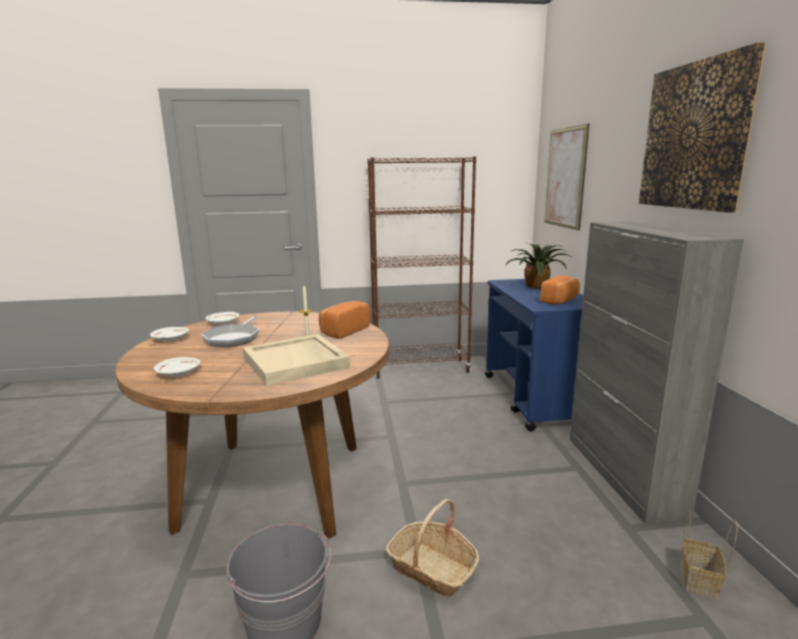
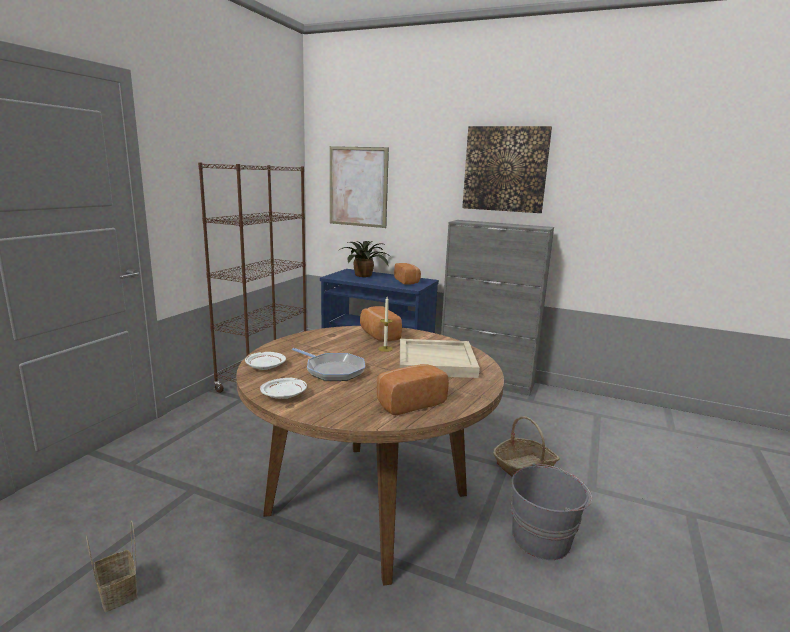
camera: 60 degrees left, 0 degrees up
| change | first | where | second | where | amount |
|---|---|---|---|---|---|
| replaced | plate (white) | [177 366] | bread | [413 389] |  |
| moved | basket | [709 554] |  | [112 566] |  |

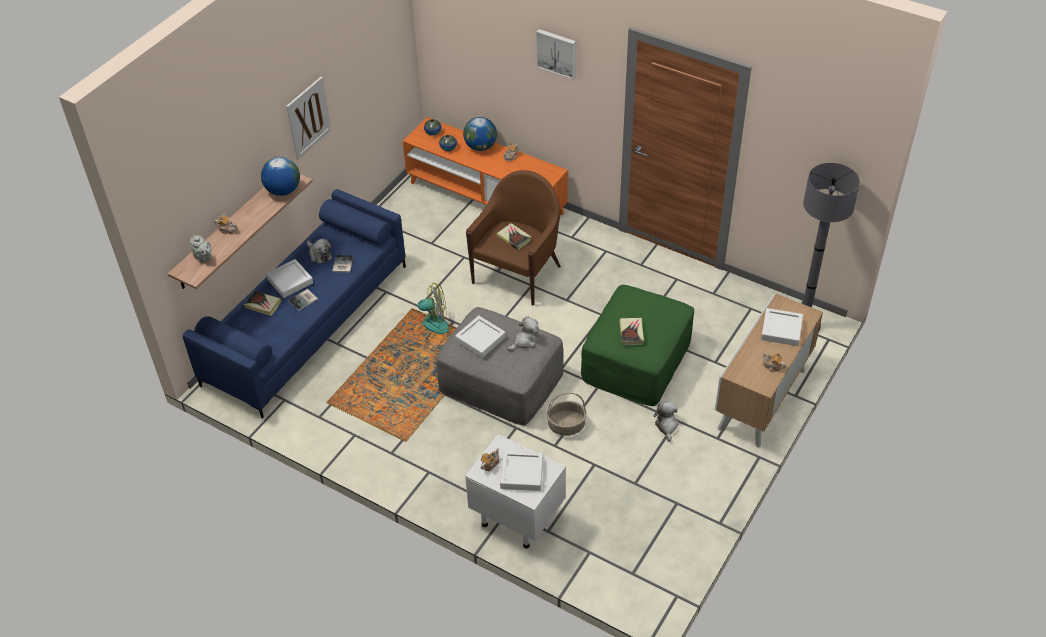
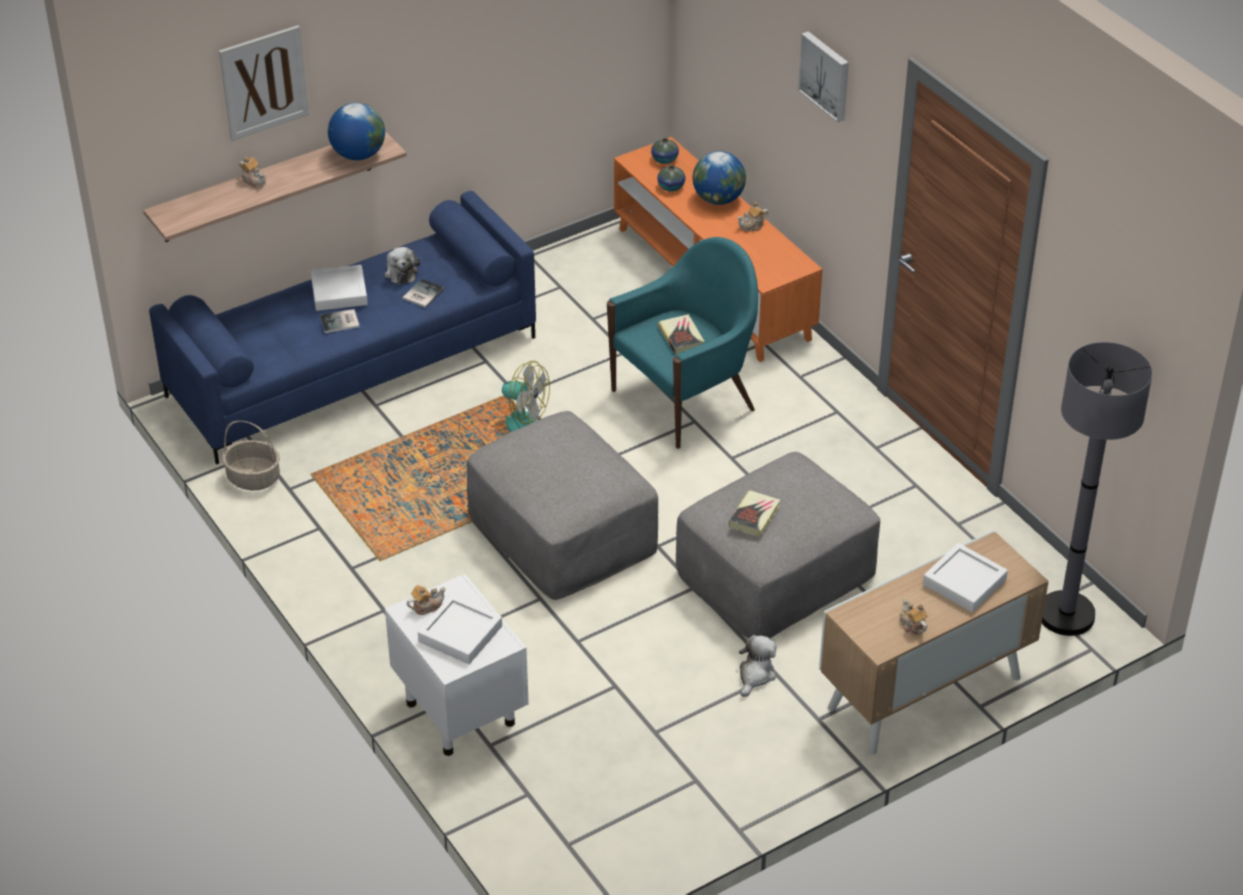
camera: 25 degrees right, 5 degrees down
| change | first | where | second | where | amount |
|---|---|---|---|---|---|
| moved | picture | [308 118] |  | [264 83] |  |
| recoloured | armchair (brown) | [513 237] | armchair (turquoise) | [682 343] |  |
| removed | teapot (grey) | [200 249] |  |  |  |
| recoloured | ottoman (green) | [637 345] | ottoman (grey) | [778 545] |  |
| removed | book | [263 303] |  |  |  |
| removed | tray (white) | [480 337] |  |  |  |
| removed | plush toy | [523 334] |  |  |  |
| moved | basket | [567 414] |  | [251 456] |  |

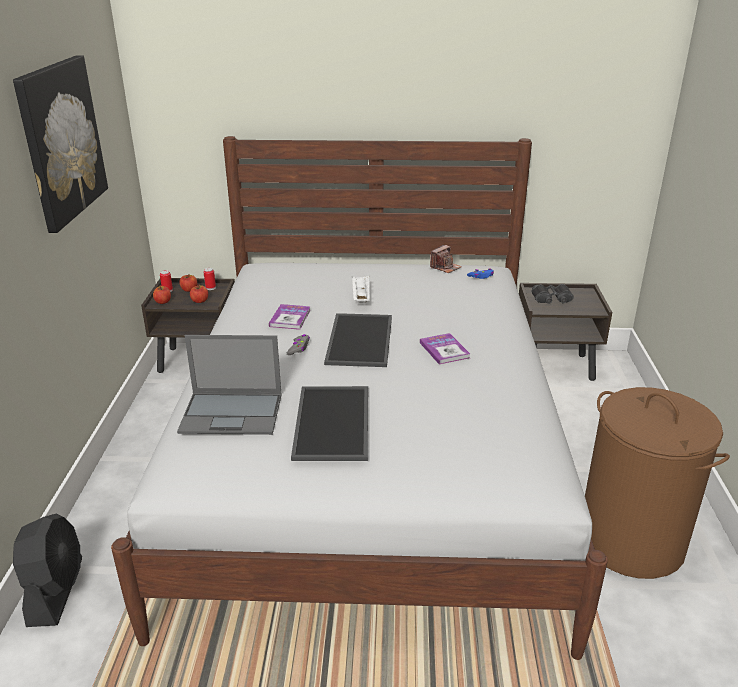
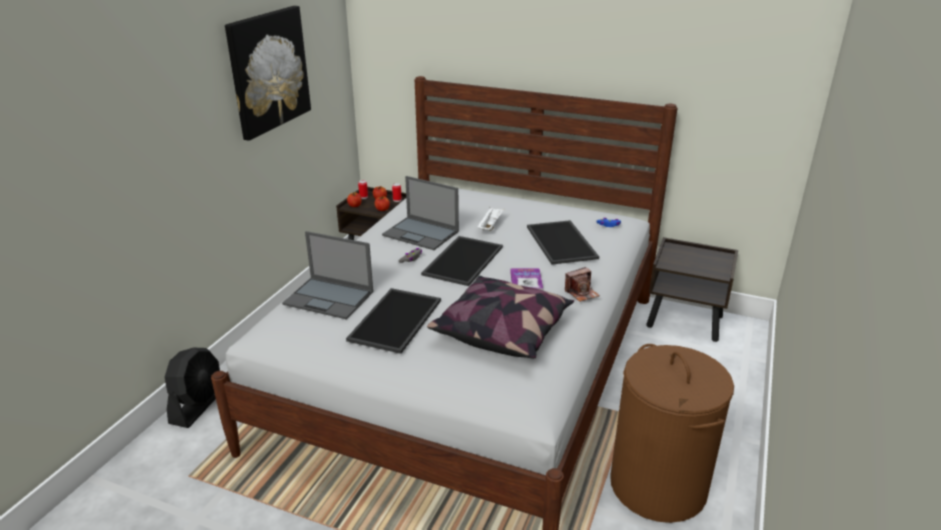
camera: 20 degrees right, 0 degrees up
| change | first | where | second | where | amount |
|---|---|---|---|---|---|
| moved | photo camera | [446 259] |  | [582 284] |  |
| removed | binoculars (black) | [552 294] |  |  |  |
| replaced | book | [290 317] | laptop | [420 213] |  |
| added |  |  | tray | [563 242] |  |
| added |  |  | pillow | [500 317] |  |

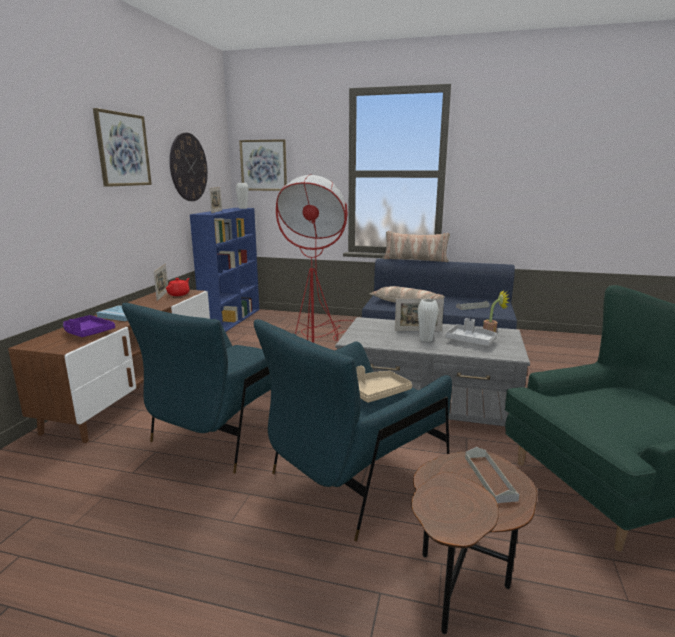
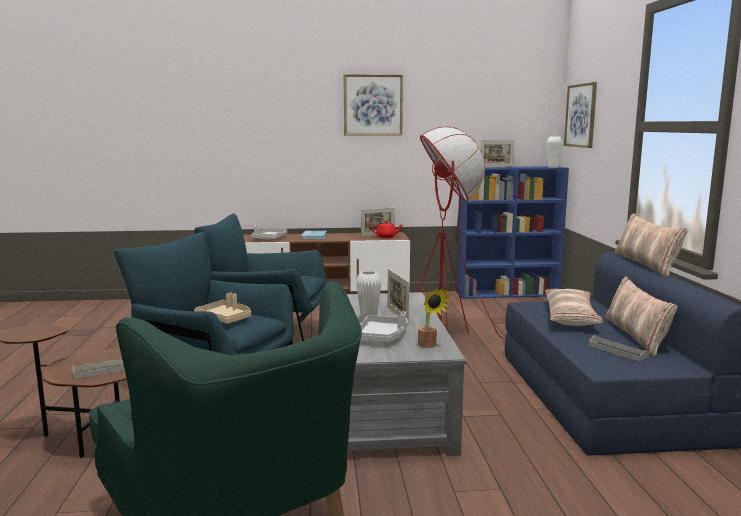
camera: 70 degrees right, 5 degrees down
| change | first | where | second | where | amount |
|---|---|---|---|---|---|
| removed | wall clock | [189 167] |  |  |  |
| recoloured | tray (purple) | [89 326] | tray (grey) | [269 232] |  |
| added |  |  | pillow | [641 316] |  |

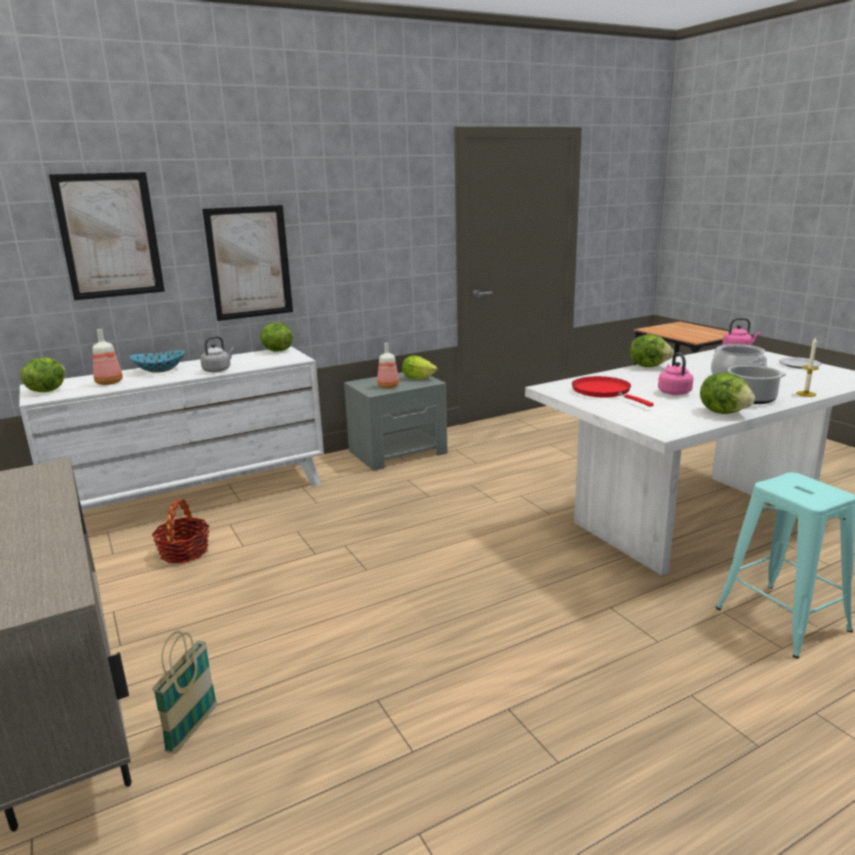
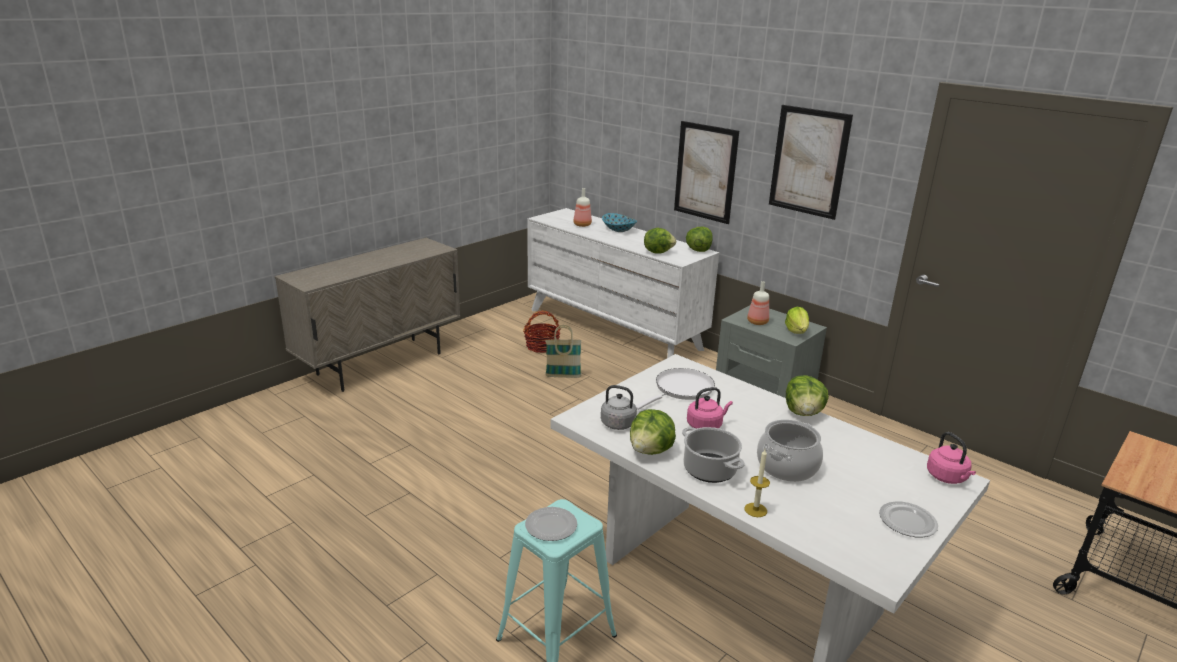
camera: 70 degrees right, 5 degrees up
| change | first | where | second | where | amount |
|---|---|---|---|---|---|
| moved | picture | [107 236] |  | [811 162] |  |
| moved | kettle (grey) | [217 354] |  | [623 407] |  |
| moved | lettuce | [43 375] |  | [660 241] |  |
| recoloured | frying pan (red) | [613 391] | frying pan (white) | [675 389] |  |
| moved | basket | [184 692] |  | [563 351] |  |
| added |  |  | plate | [551 524] |  |

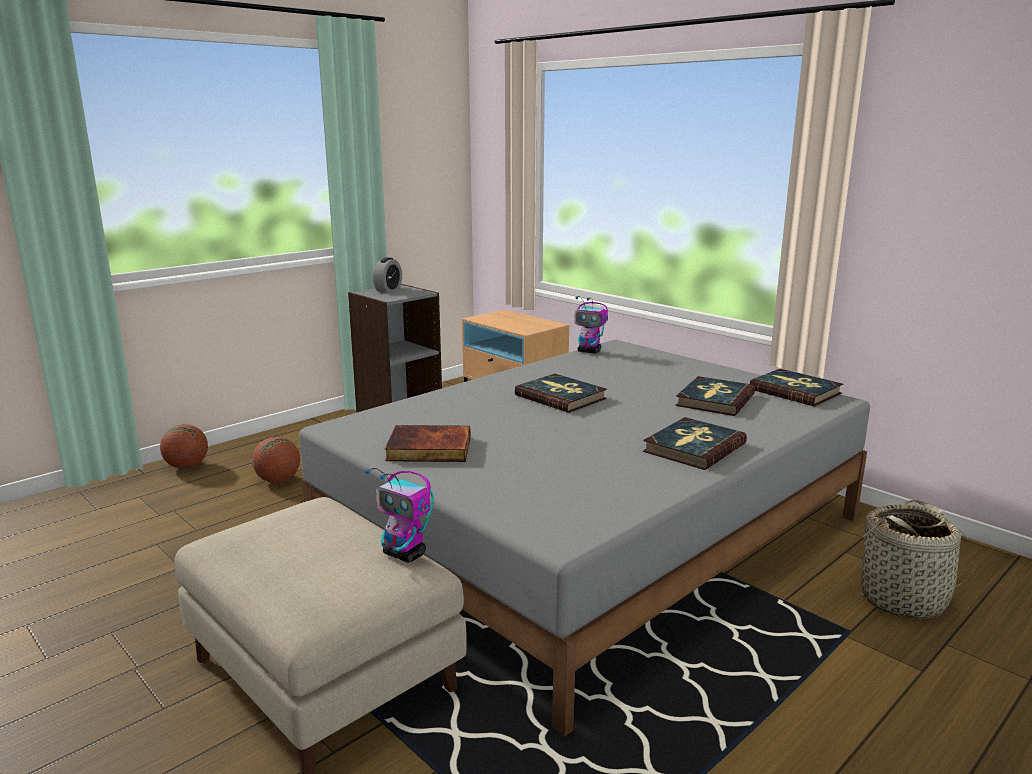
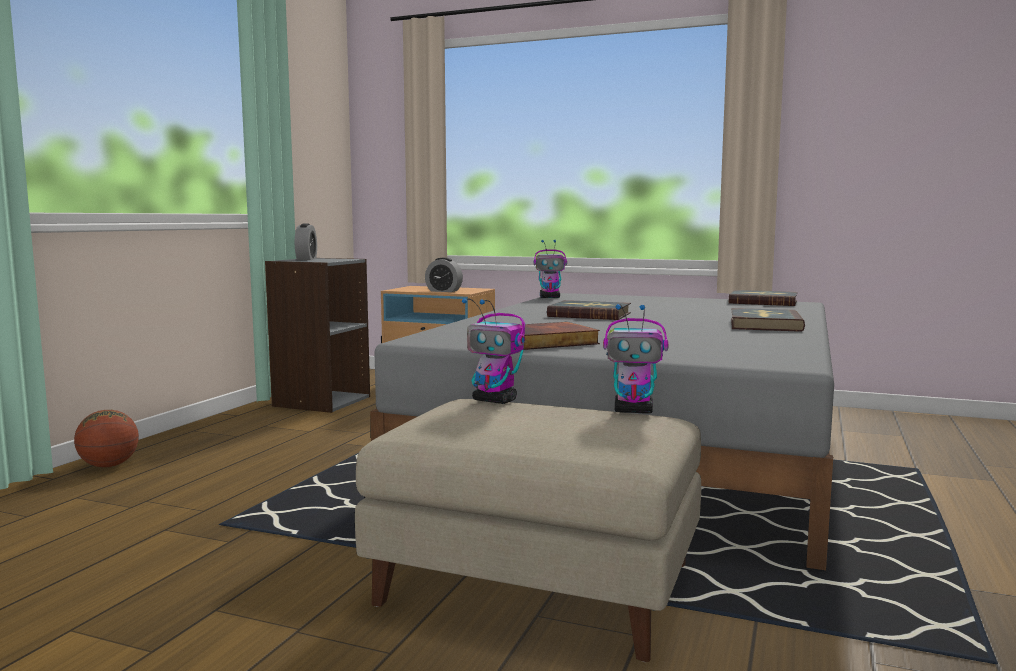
camera: 25 degrees left, 10 degrees down
| change | first | where | second | where | amount |
|---|---|---|---|---|---|
| removed | book | [715 396] |  |  |  |
| removed | basketball | [276 460] |  |  |  |
| removed | basket | [913 559] |  |  |  |
| added |  |  | alarm clock | [444 274] |  |
| added |  |  | toy robot | [493 351] |  |

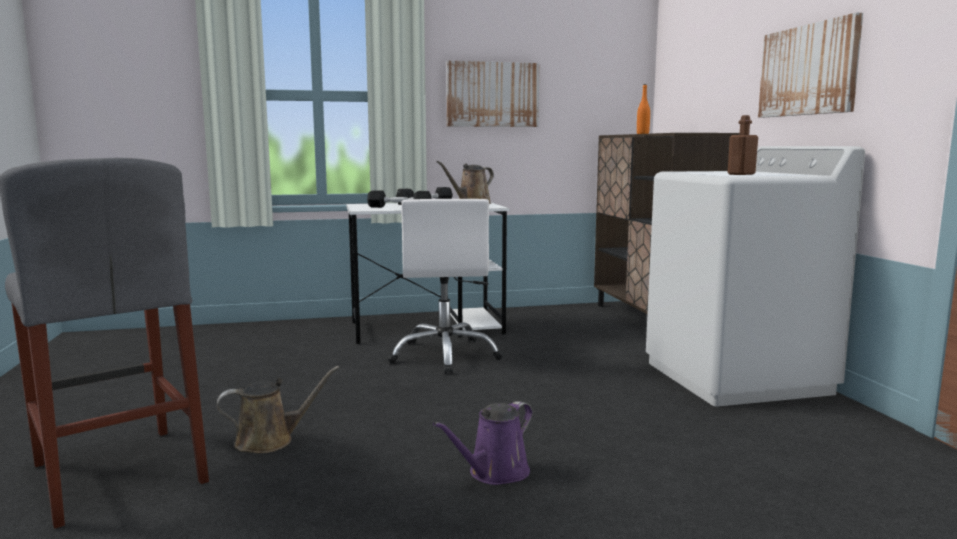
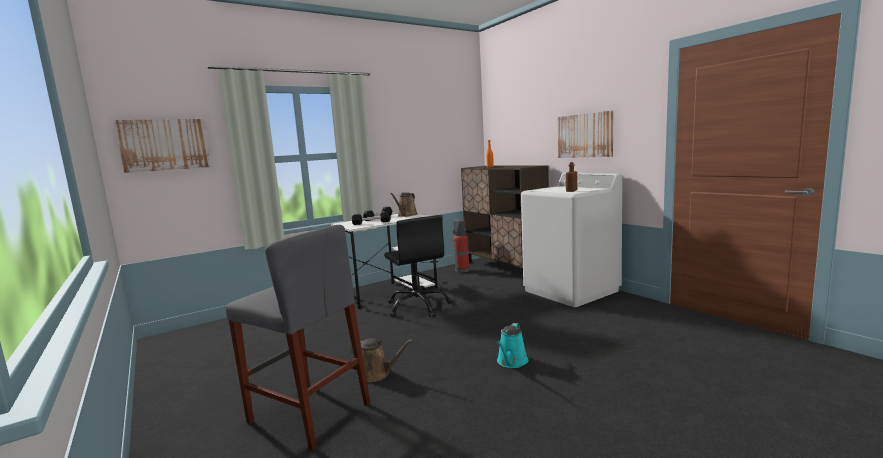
camera: 20 degrees left, 0 degrees up
| change | first | where | second | where | amount |
|---|---|---|---|---|---|
| moved | picture | [492 94] |  | [162 146] |  |
| recoloured | office chair (white) | [445 286] | office chair (black) | [418 266] |  |
| turned | watering can (brown) | [278 409] |  | [381 360] | 60 degrees clockwise |
| recoloured | watering can (purple) | [483 443] | watering can (turquoise) | [513 345] |  |
| added |  |  | fire extinguisher | [461 246] |  |

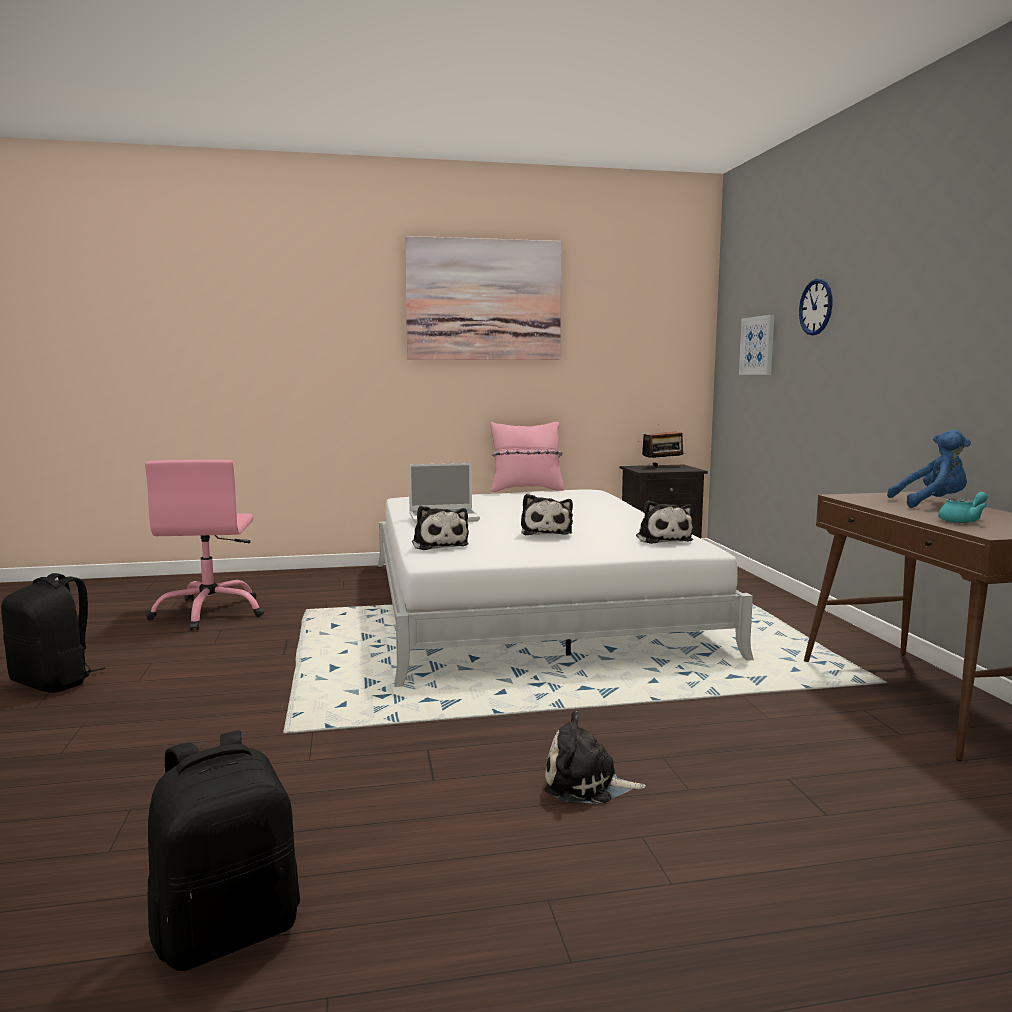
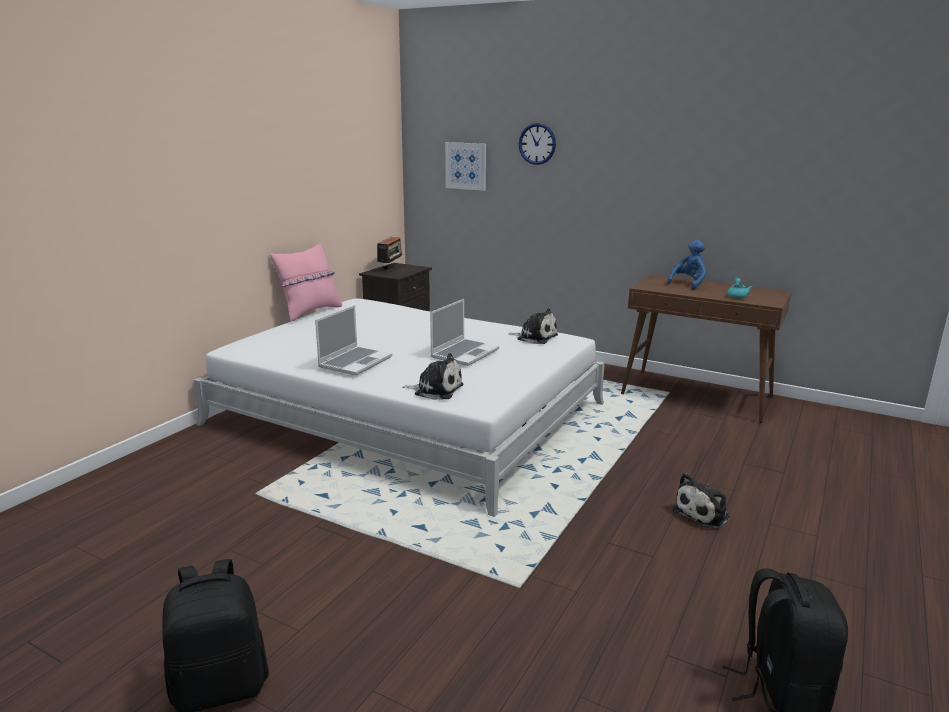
camera: 50 degrees left, 10 degrees up
| change | first | where | second | where | amount |
|---|---|---|---|---|---|
| removed | picture | [483 298] |  |  |  |
| removed | office chair (pink) | [205 545] |  |  |  |
| replaced | plush toy | [547 514] | laptop | [464 332] |  |

